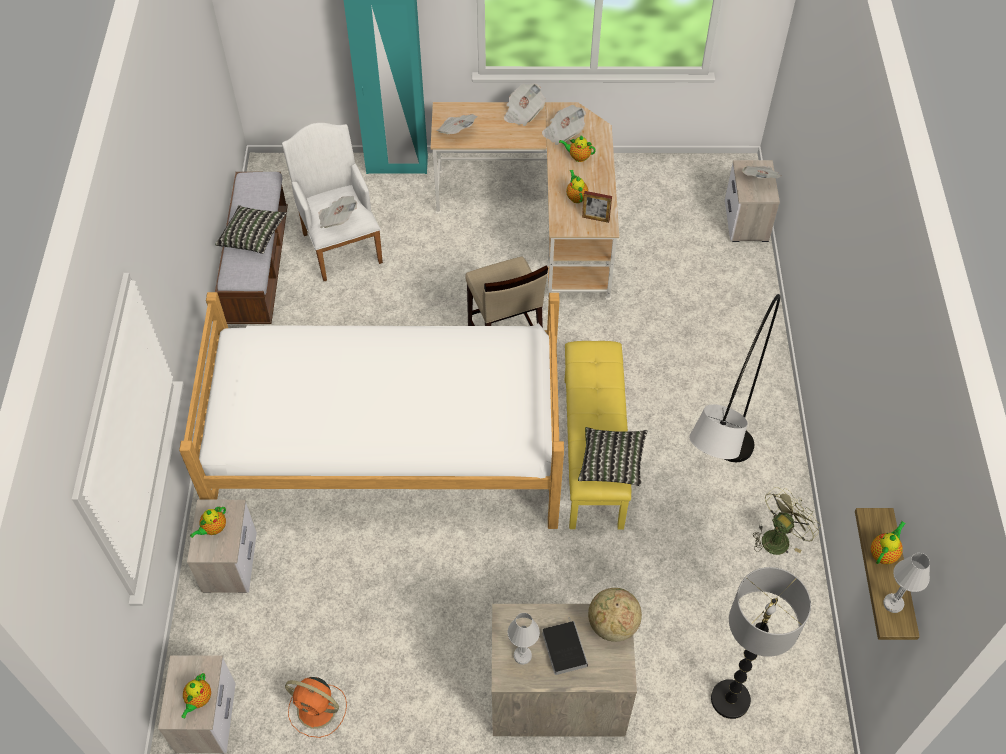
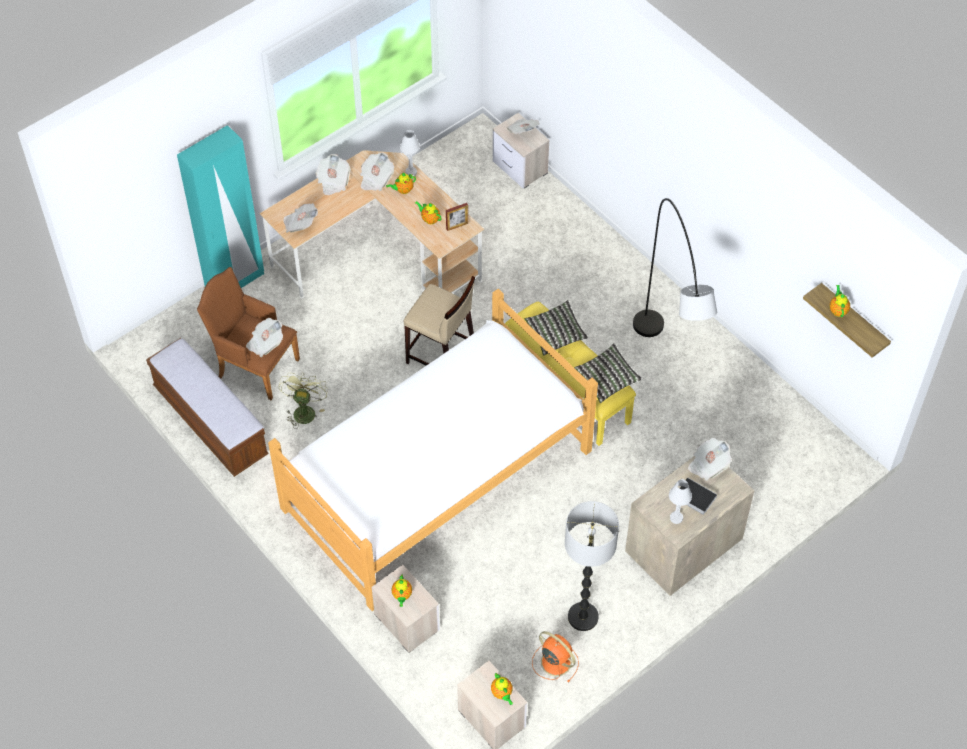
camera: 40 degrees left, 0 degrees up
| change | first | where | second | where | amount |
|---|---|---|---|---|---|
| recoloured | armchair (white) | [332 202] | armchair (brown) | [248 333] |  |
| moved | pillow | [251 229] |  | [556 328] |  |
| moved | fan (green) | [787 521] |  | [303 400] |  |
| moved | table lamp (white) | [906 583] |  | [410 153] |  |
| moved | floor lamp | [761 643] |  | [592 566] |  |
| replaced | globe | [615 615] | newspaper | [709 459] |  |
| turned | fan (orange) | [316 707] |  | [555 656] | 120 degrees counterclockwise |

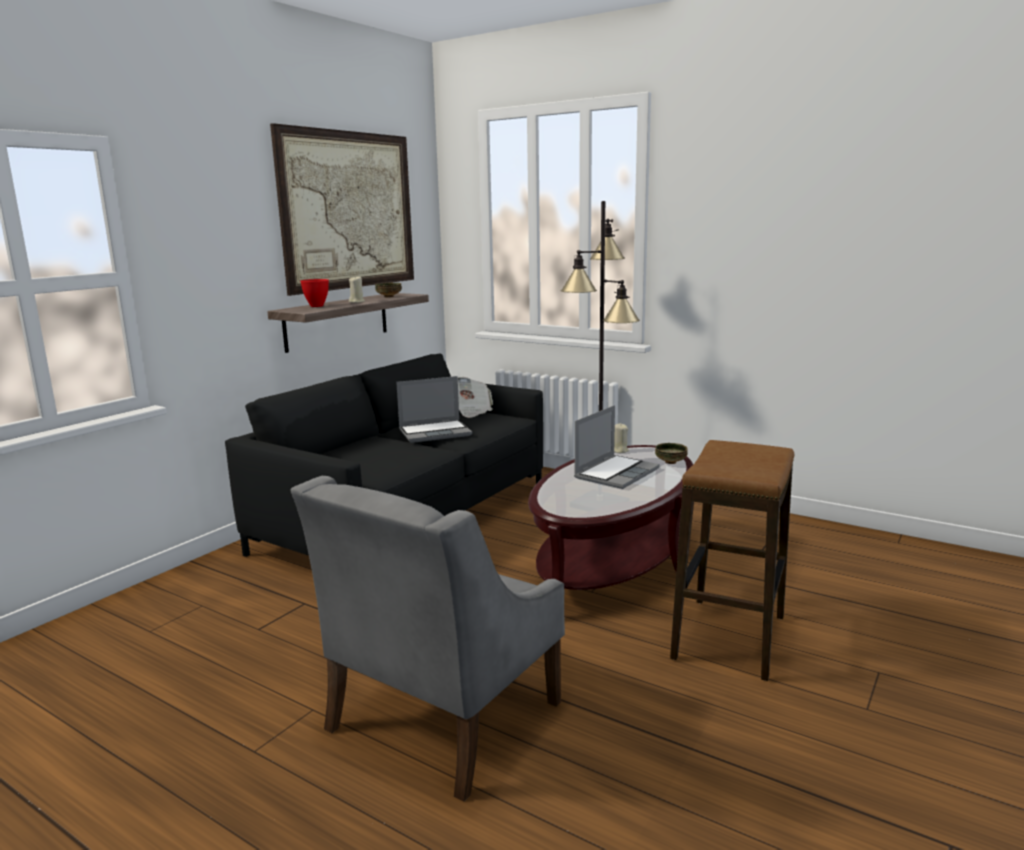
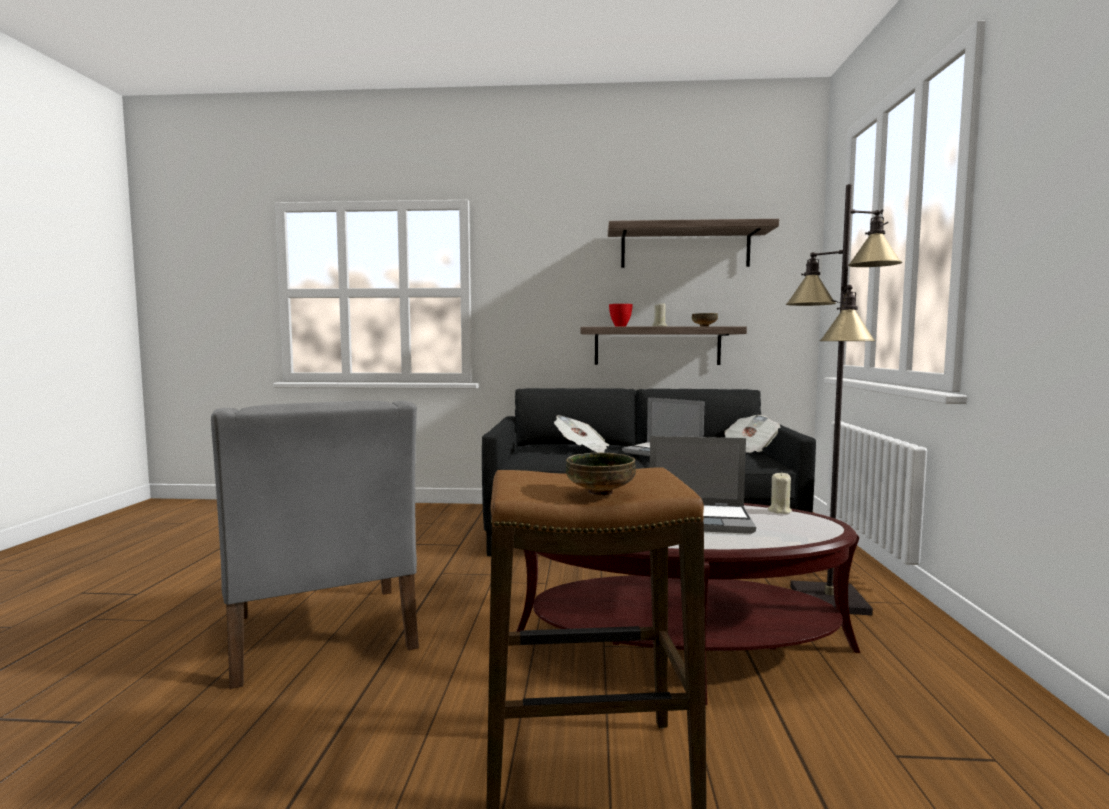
camera: 60 degrees right, 10 degrees down
| change | first | where | second | where | amount |
|---|---|---|---|---|---|
| replaced | picture | [342 209] | shelf | [693 243] |  |
| moved | bowl | [671 453] |  | [601 474] |  |
| turned | armchair (grey) | [428 638] |  | [315 544] | 120 degrees counterclockwise |
| added |  |  | newspaper | [581 434] |  |

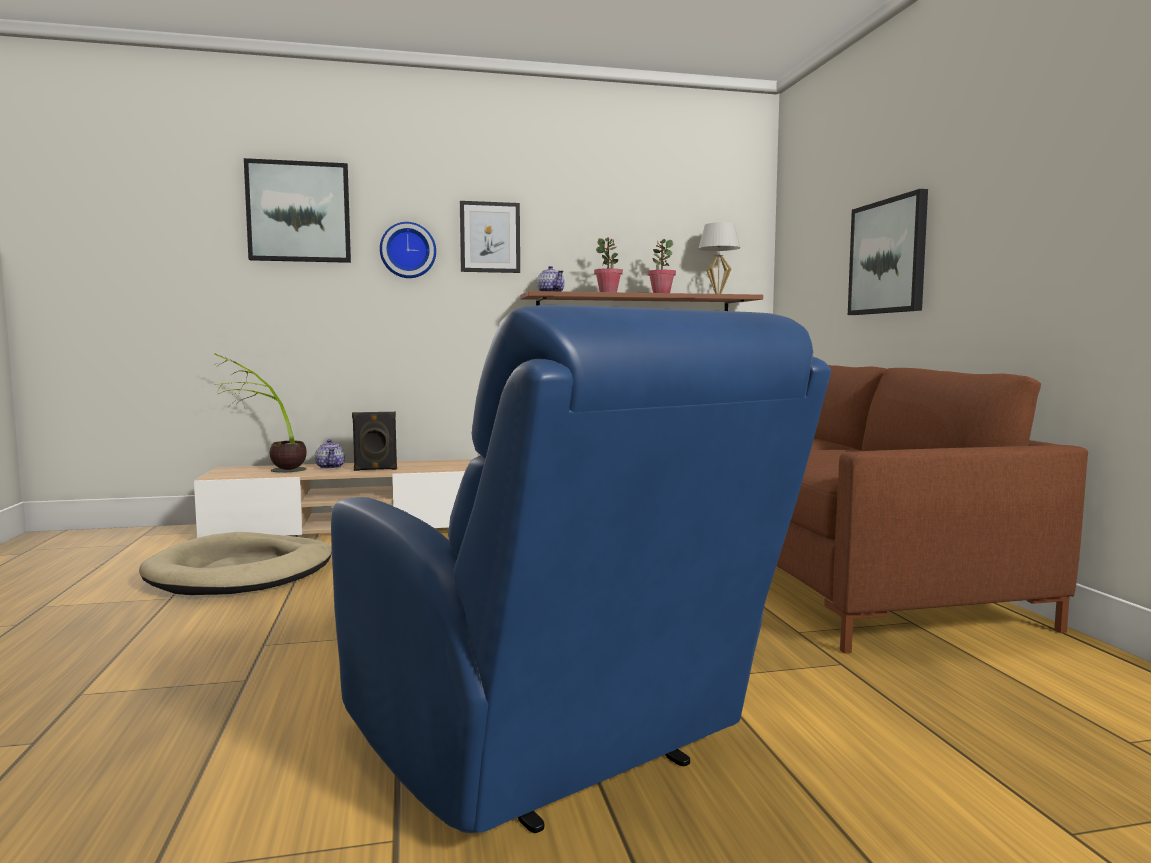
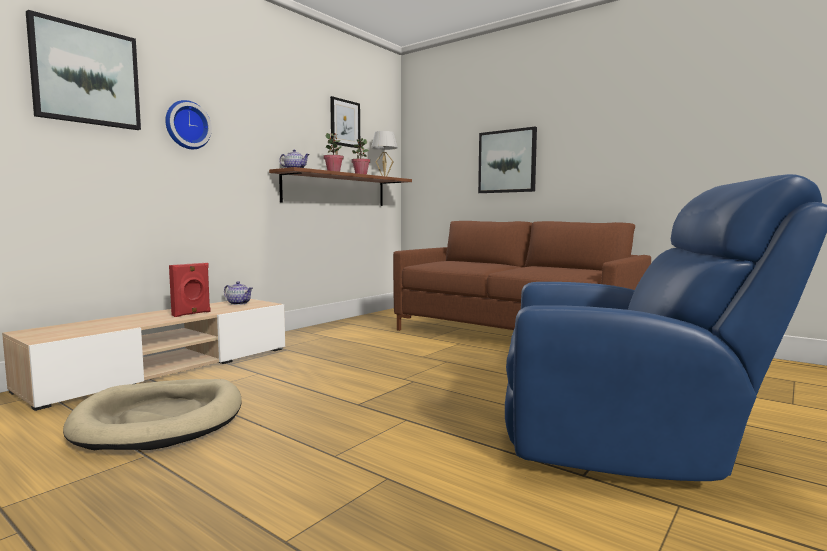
camera: 40 degrees left, 0 degrees up
| change | first | where | second | where | amount |
|---|---|---|---|---|---|
| moved | picture | [490 237] |  | [345 122] |  |
| removed | potted plant | [260 412] |  |  |  |
| recoloured | speaker (black) | [374 441] | speaker (red) | [190 290] |  |
| moved | teapot | [330 454] |  | [238 293] |  |

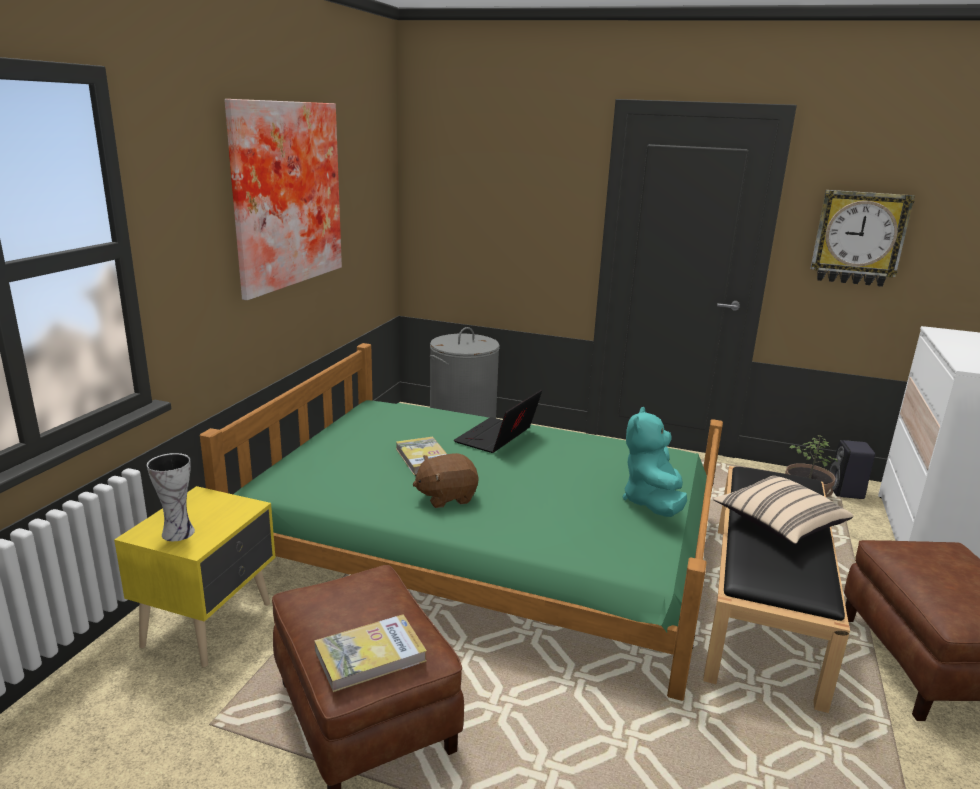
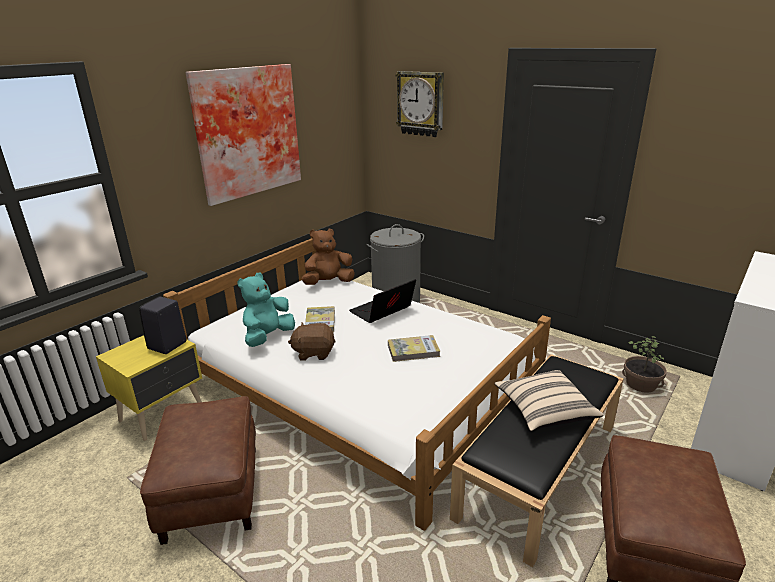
camera: 20 degrees right, 5 degrees up
| change | first | where | second | where | amount |
|---|---|---|---|---|---|
| moved | wall clock | [862 238] |  | [419 104] |  |
| recoloured | bed (green) | [461 522] | bed (white) | [357 384] |  |
| moved | plush toy (turquoise) | [655 462] |  | [266 310] |  |
| moved | speaker (black) | [852 469] |  | [163 325] |  |
| removed | vase | [171 497] |  |  |  |
| moved | book | [371 653] |  | [414 348] |  |
| added |  |  | plush toy (brown) | [328 257] |  |

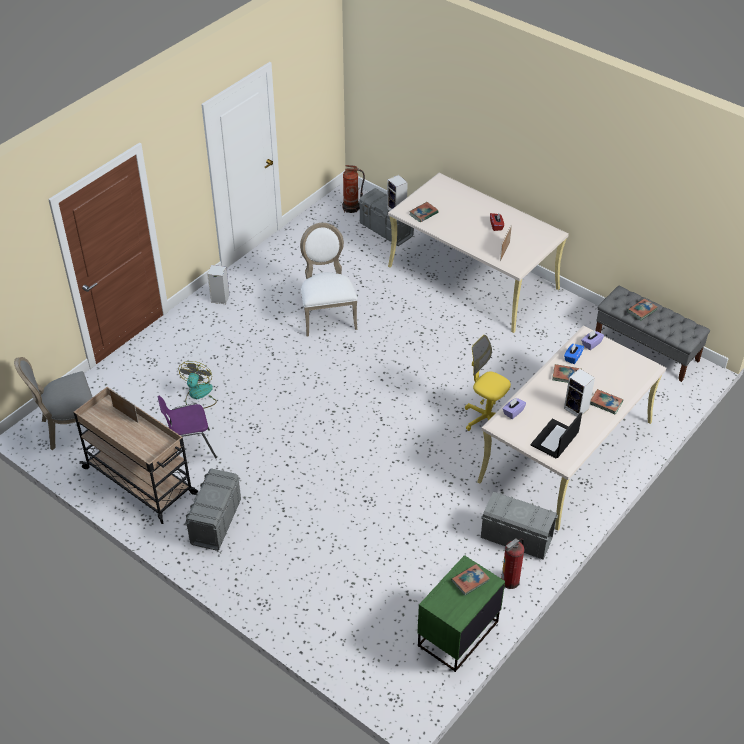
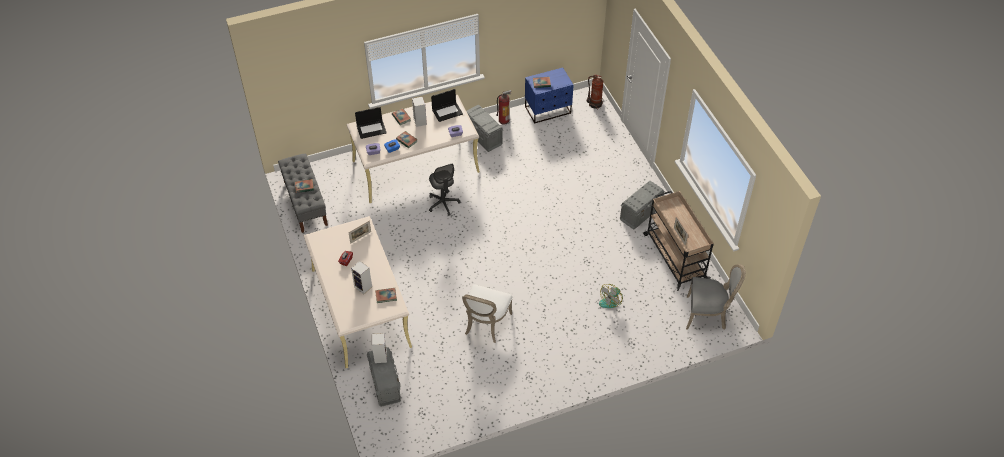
camera: 150 degrees left, 5 degrees up
| change | first | where | second | where | amount |
|---|---|---|---|---|---|
| moved | fire extinguisher | [353 189] |  | [595 92] |  |
| moved | speaker | [218 284] |  | [361 277] |  |
| recoloured | office chair (yellow) | [488 383] | office chair (grey) | [445 190] |  |
| removed | chair (purple) | [187 427] |  |  |  |
| recoloured | nightstand (green) | [461 613] | nightstand (blue) | [549 95] |  |
| added |  |  | laptop | [371 123] |  |

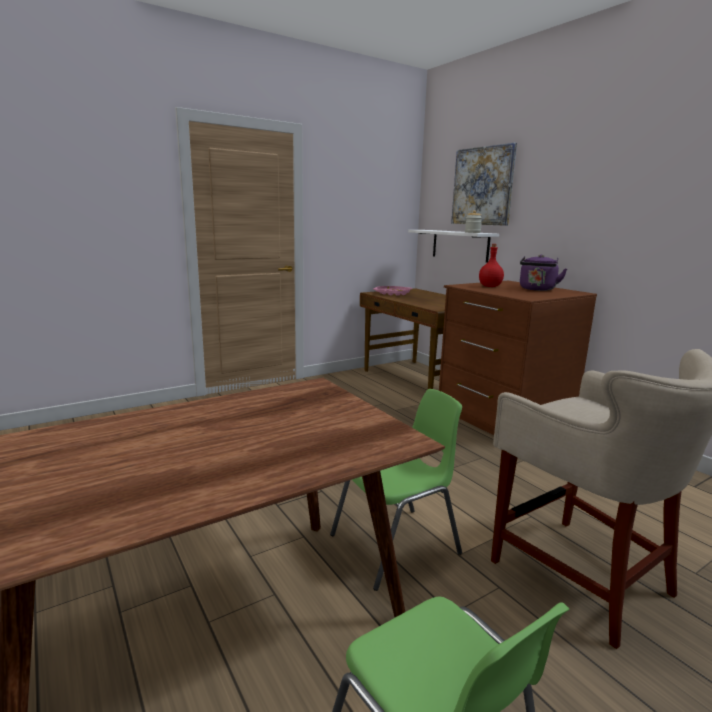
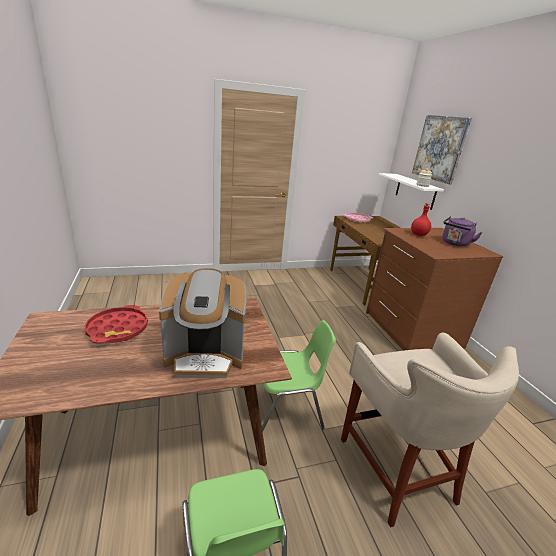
camera: 15 degrees right, 10 degrees up
| change | first | where | second | where | amount |
|---|---|---|---|---|---|
| added |  |  | coffee machine | [202 323] |  |
| added |  |  | tray (red) | [116 324] |  |

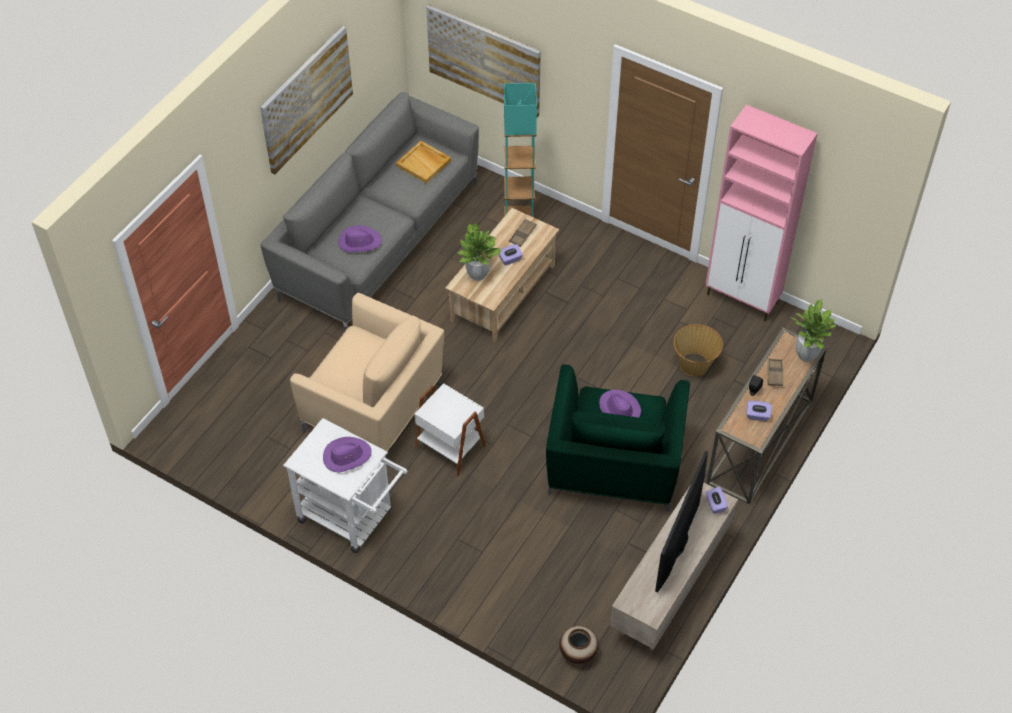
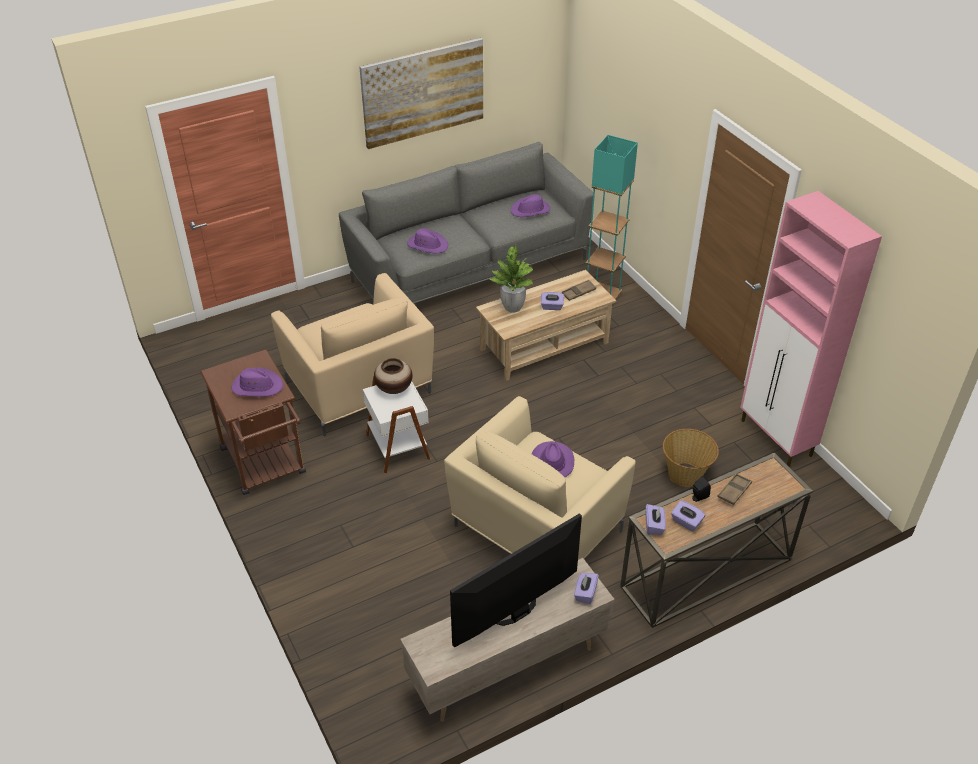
camera: 30 degrees right, 10 degrees down
| change | first | where | second | where | amount |
|---|---|---|---|---|---|
| removed | picture | [483 61] |  |  |  |
| replaced | tray (beige) | [423 162] | hat (purple) | [530 205] |  |
| removed | potted plant | [813 330] |  |  |  |
| recoloured | armchair (green) | [618 438] | armchair (beige) | [540 478] |  |
| recoloured | cart (white) | [345 485] | cart (brown) | [253 422] |  |
| moved | vase | [579 645] |  | [393 376] |  |
| added |  |  | tissue box (purple) | [656 519] |  |

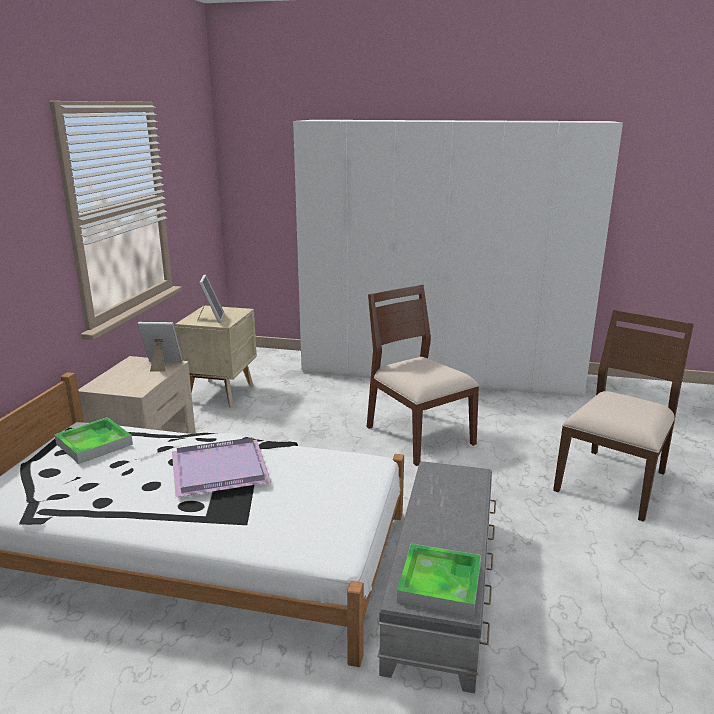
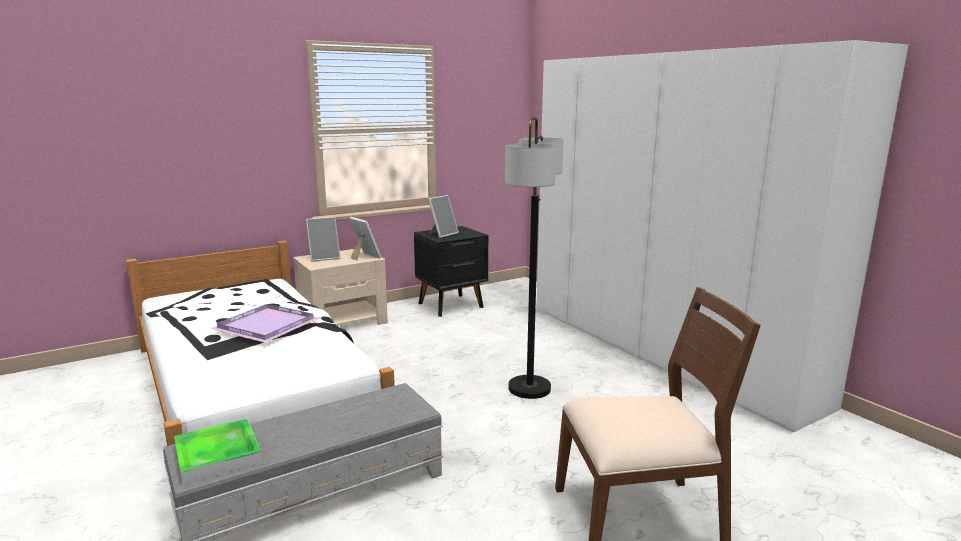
camera: 45 degrees right, 5 degrees down
| change | first | where | second | where | amount |
|---|---|---|---|---|---|
| replaced | chair (brown) | [423 375] | floor lamp | [534 258] |  |
| recoloured | nightstand (beige) | [216 357] | nightstand (black) | [451 271] |  |
| removed | tray | [93 440] |  |  |  |
| added |  |  | picture frame | [323 239] |  |

